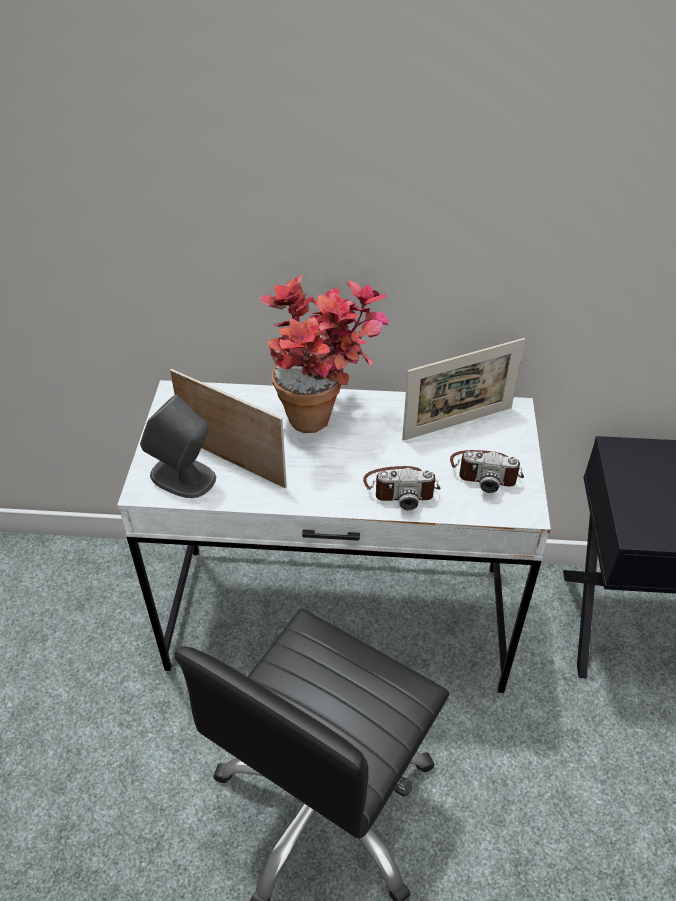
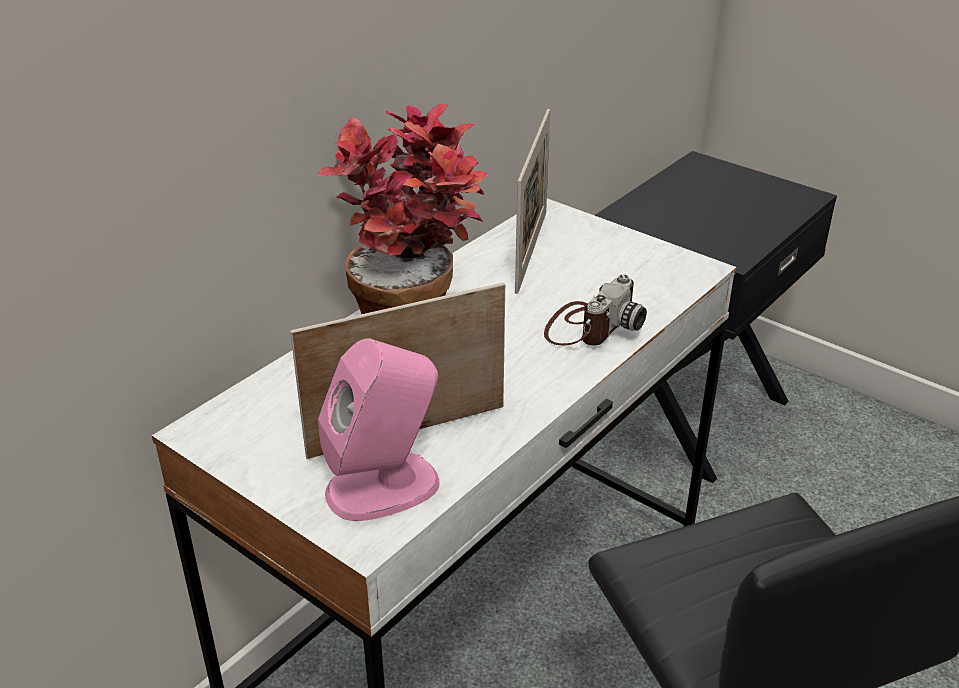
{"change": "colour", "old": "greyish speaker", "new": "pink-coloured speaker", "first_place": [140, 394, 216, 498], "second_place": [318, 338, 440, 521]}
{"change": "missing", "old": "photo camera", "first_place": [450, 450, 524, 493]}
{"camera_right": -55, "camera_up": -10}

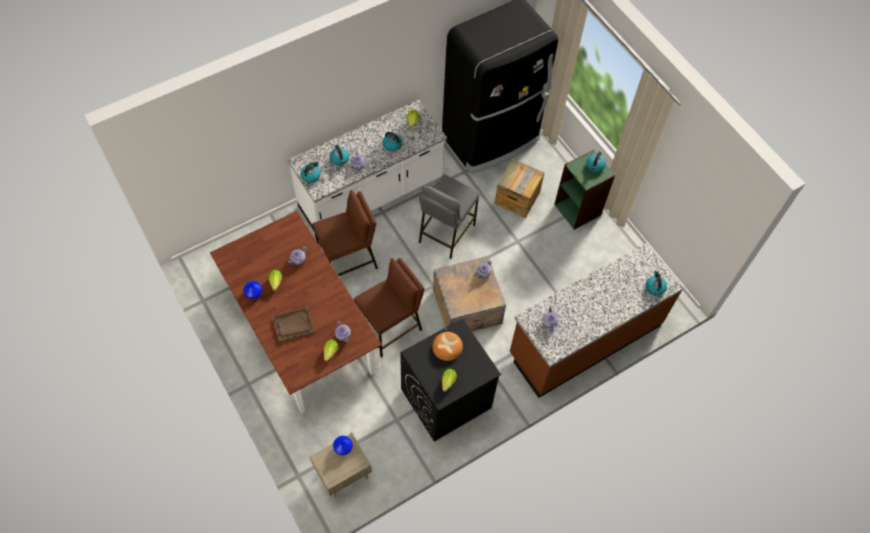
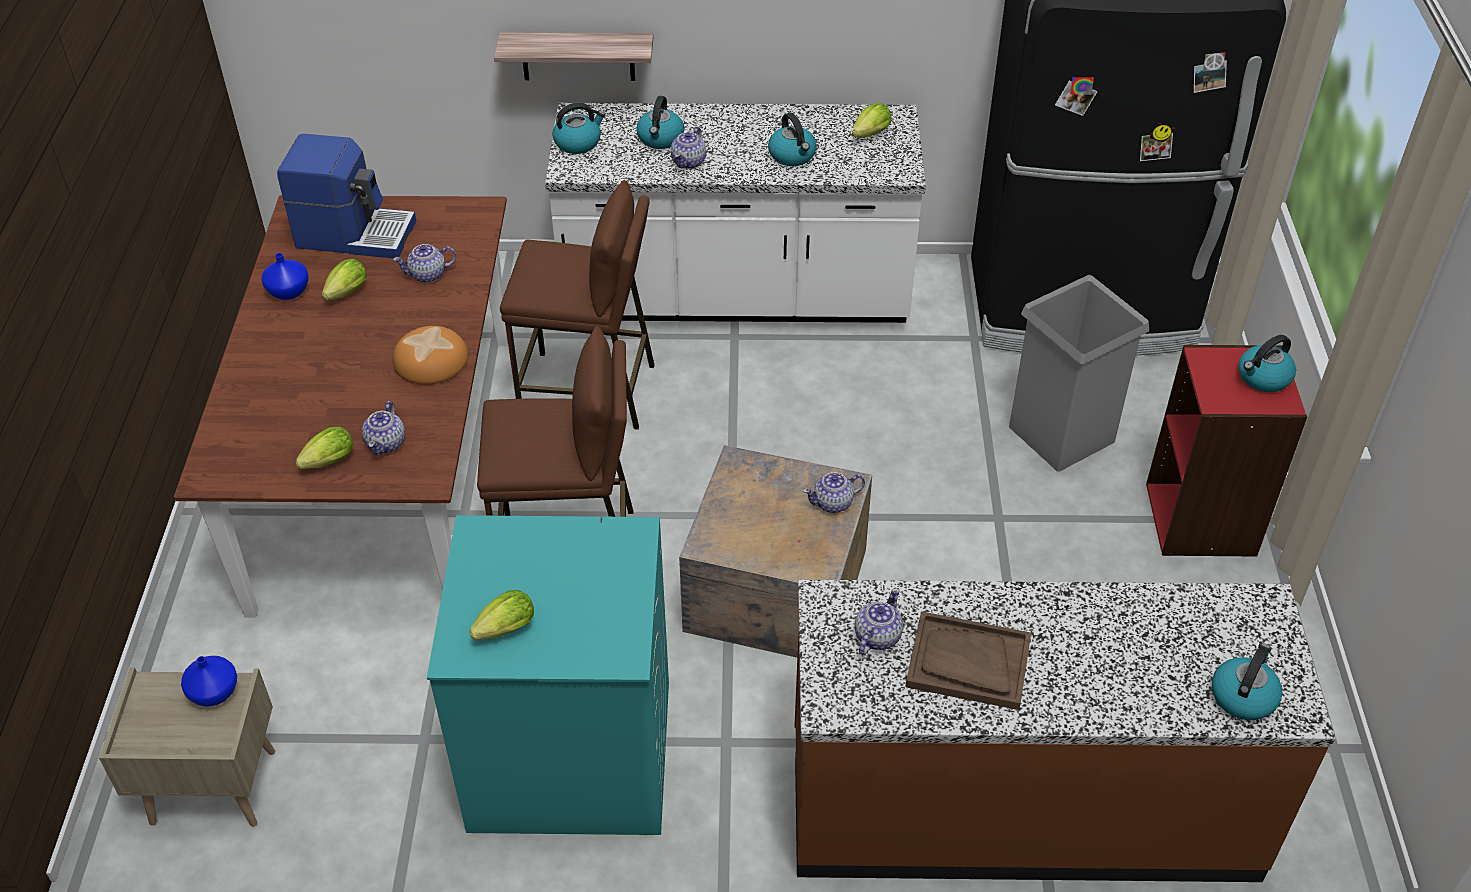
{"change": "colour", "old": "greenish bookcase", "new": "red-coloured bookcase", "first_place": [554, 150, 615, 230], "second_place": [1146, 345, 1307, 556]}
{"change": "exchanged", "old": "shipping crate", "new": "greyish trash can", "first_place": [494, 159, 544, 218], "second_place": [1009, 275, 1149, 472]}
{"change": "missing", "old": "greyish stool seat", "first_place": [419, 175, 480, 259]}
{"change": "relocated", "old": "brownish carrying tray", "first_place": [272, 307, 315, 343], "second_place": [905, 611, 1031, 710]}
{"change": "colour", "old": "black-coloured laundry appliance", "new": "turquoise-coloured laundry appliance", "first_place": [400, 318, 501, 442], "second_place": [427, 515, 669, 835]}
{"change": "relocated", "old": "baked bread", "first_place": [432, 332, 463, 361], "second_place": [393, 326, 468, 385]}
{"change": "appeared", "new": "wall shelf", "second_place": [494, 32, 653, 81]}
{"change": "appeared", "new": "coffee machine", "second_place": [277, 134, 416, 258]}
{"camera_right": 35, "camera_up": -15}

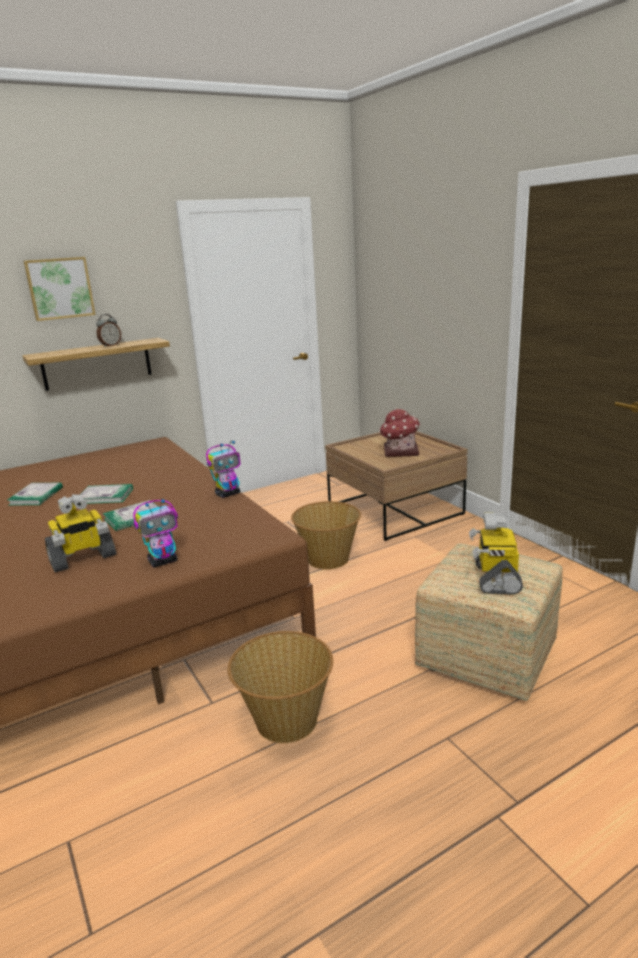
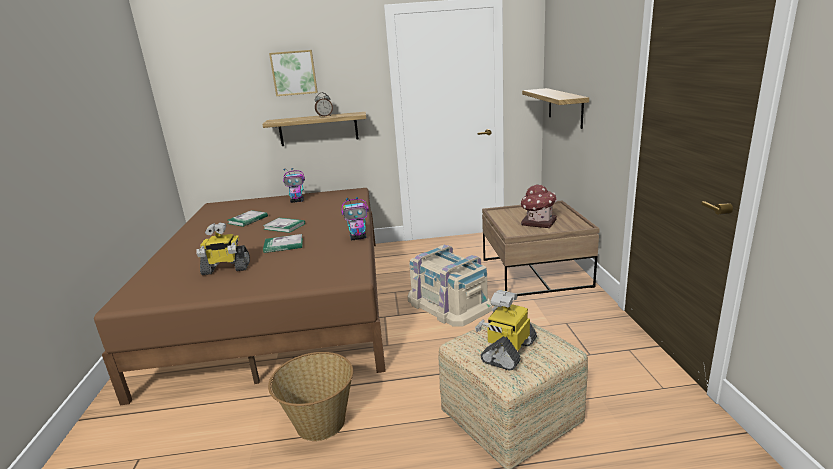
{"change": "relocated", "old": "robot figure", "first_place": [133, 498, 178, 567], "second_place": [283, 168, 305, 203]}
{"change": "exchanged", "old": "storage basket", "new": "beige storage bin", "first_place": [291, 501, 361, 570], "second_place": [408, 245, 492, 326]}
{"change": "appeared", "new": "wall shelf", "second_place": [522, 88, 589, 129]}
{"camera_right": 25, "camera_up": 0}

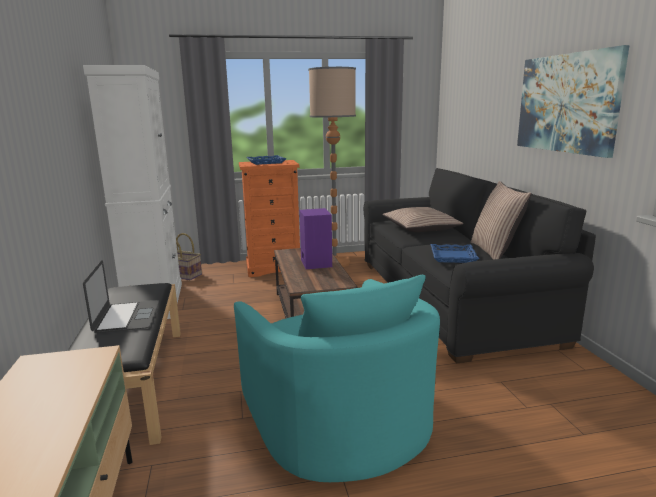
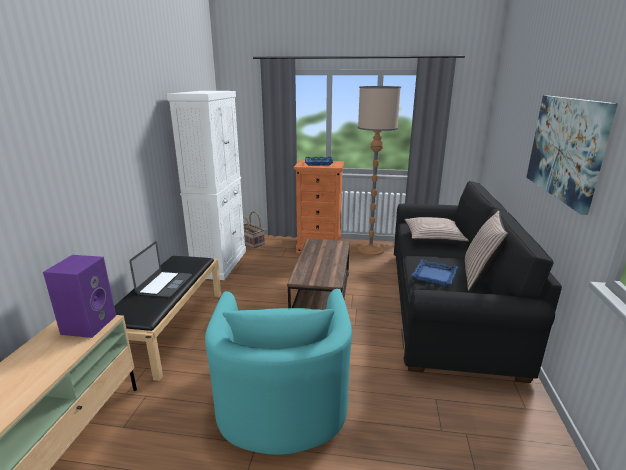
{"change": "relocated", "old": "purple speaker", "first_place": [299, 208, 332, 269], "second_place": [43, 255, 116, 338]}
{"camera_right": 20, "camera_up": 5}

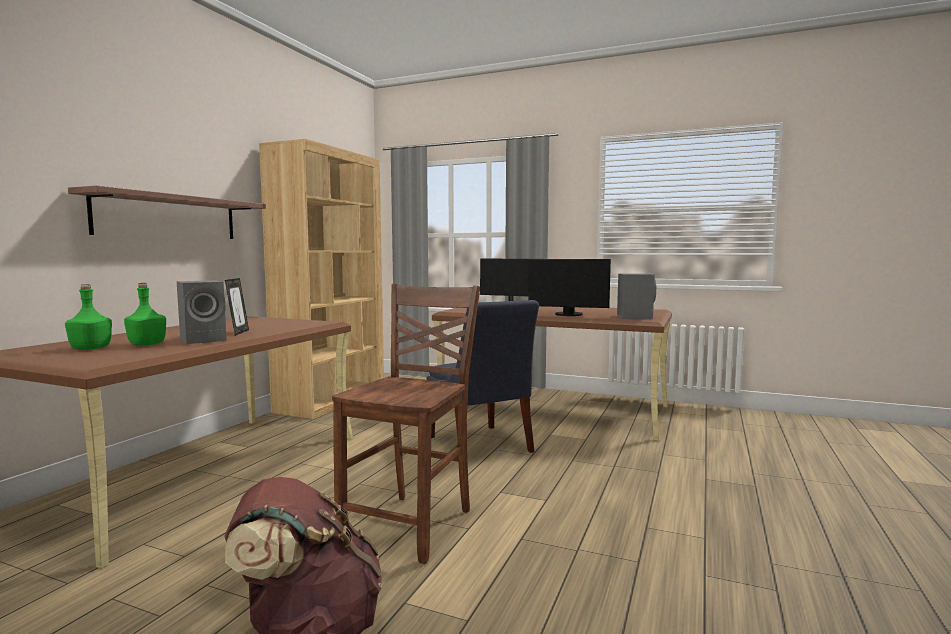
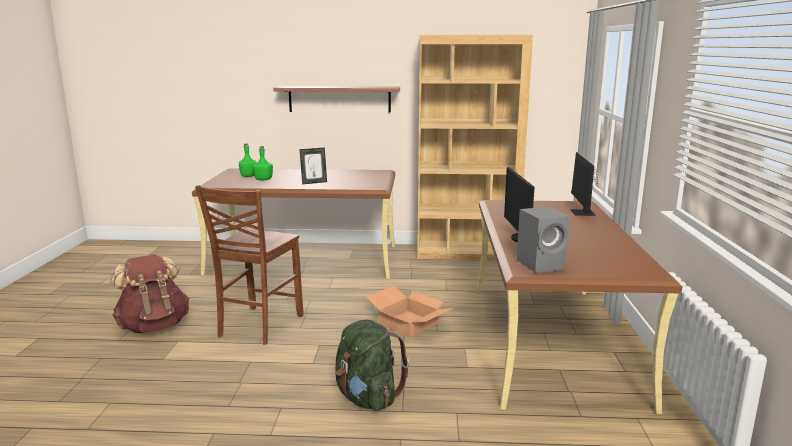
{"change": "missing", "old": "greyish speaker", "first_place": [177, 280, 227, 344]}
{"change": "spun", "old": "brownish plain chair", "first_place": [332, 284, 480, 564], "second_place": [195, 185, 303, 345], "degrees": 105}
{"change": "exchanged", "old": "blue plain chair", "new": "cardboard box", "first_place": [426, 300, 539, 453], "second_place": [366, 286, 453, 338]}
{"change": "appeared", "new": "greenish backpack", "second_place": [336, 320, 409, 411]}
{"camera_right": 70, "camera_up": 10}

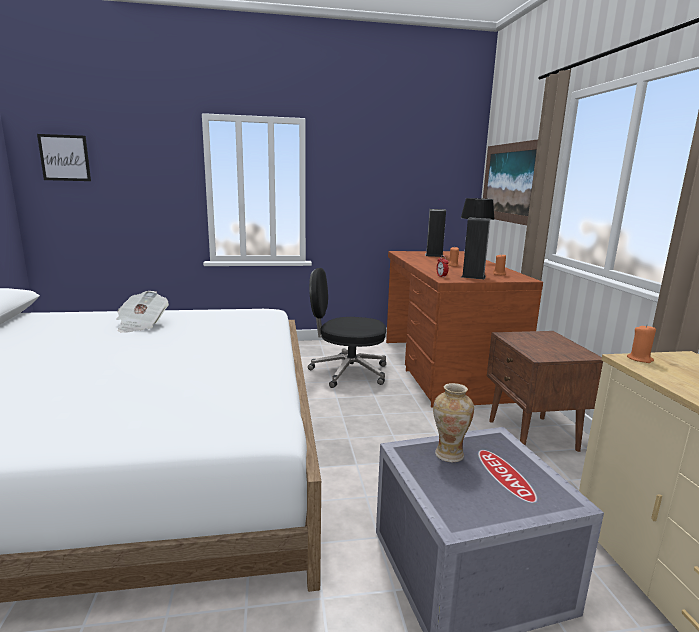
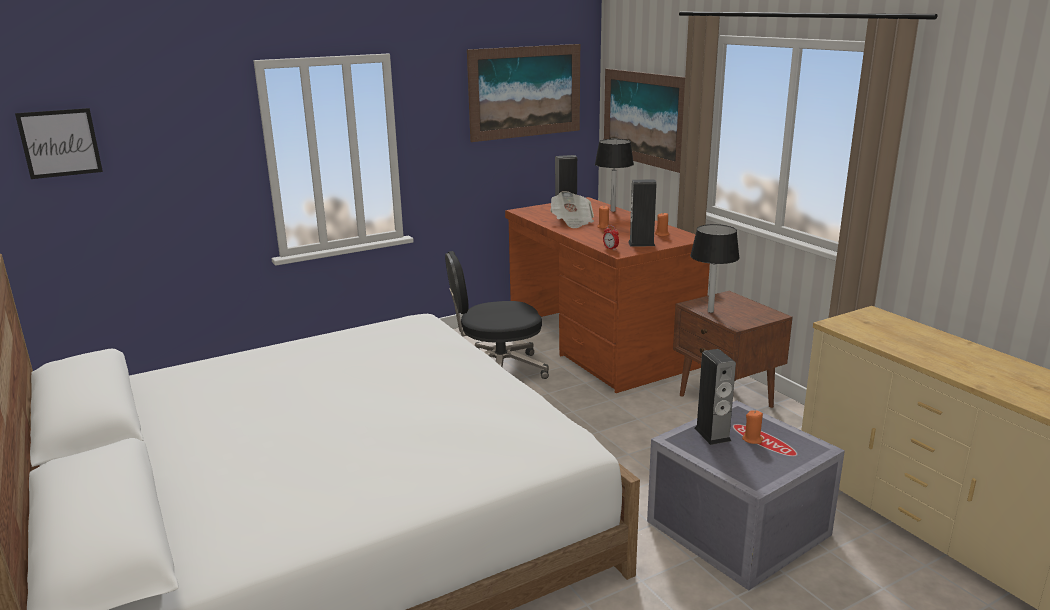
{"change": "relocated", "old": "newspaper", "first_place": [116, 291, 169, 333], "second_place": [550, 191, 594, 228]}
{"change": "relocated", "old": "orange-coloured wax light", "first_place": [627, 324, 656, 363], "second_place": [742, 410, 764, 444]}
{"change": "exchanged", "old": "decorative vase", "new": "speaker", "first_place": [433, 383, 474, 462], "second_place": [695, 349, 736, 445]}
{"change": "appeared", "new": "wall picture", "second_place": [467, 44, 580, 142]}
{"change": "appeared", "new": "black-coloured table lamp", "second_place": [690, 224, 740, 313]}
{"camera_right": -20, "camera_up": 5}

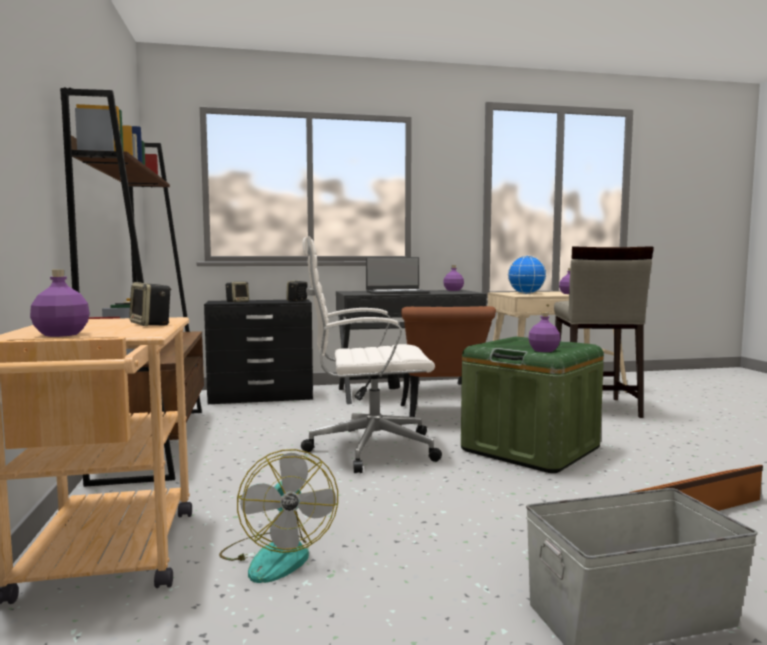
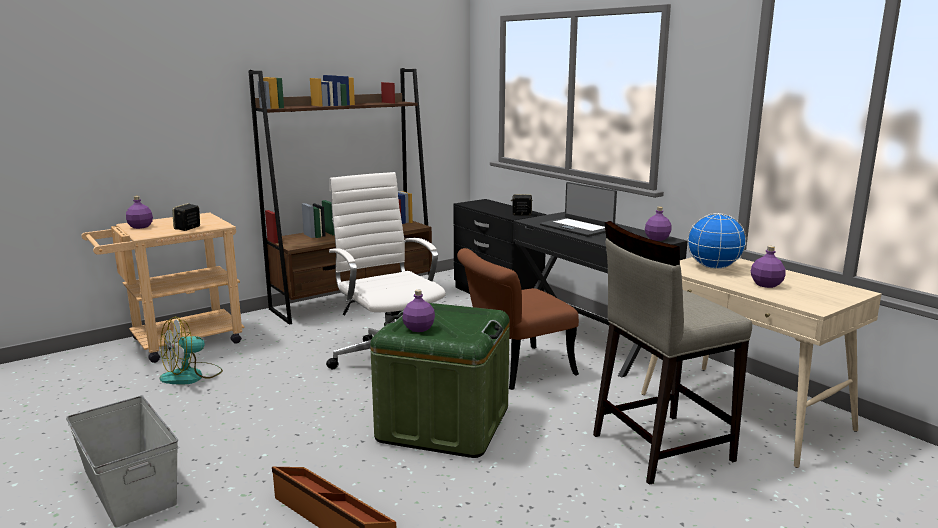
{"change": "missing", "old": "speaker", "first_place": [226, 282, 249, 302]}
{"camera_right": 65, "camera_up": 10}

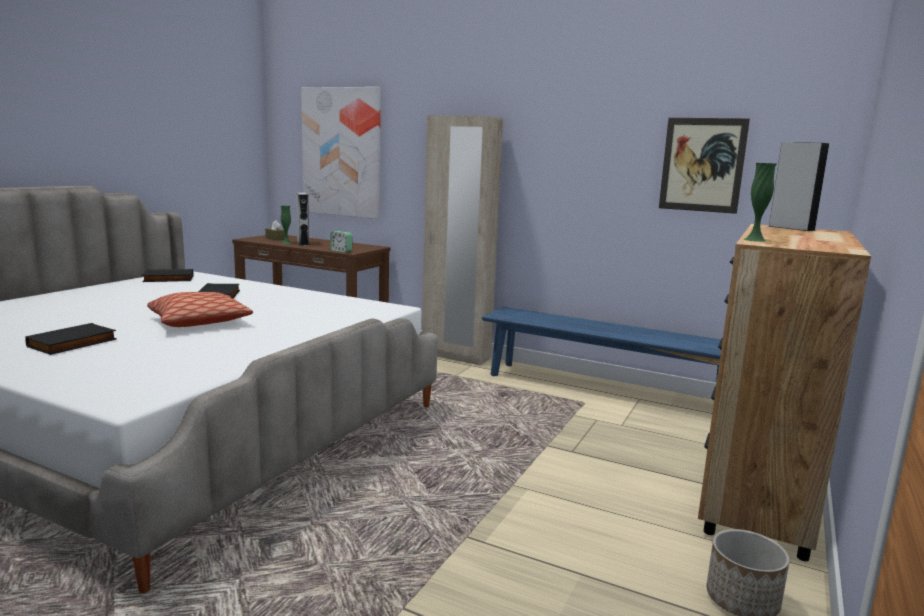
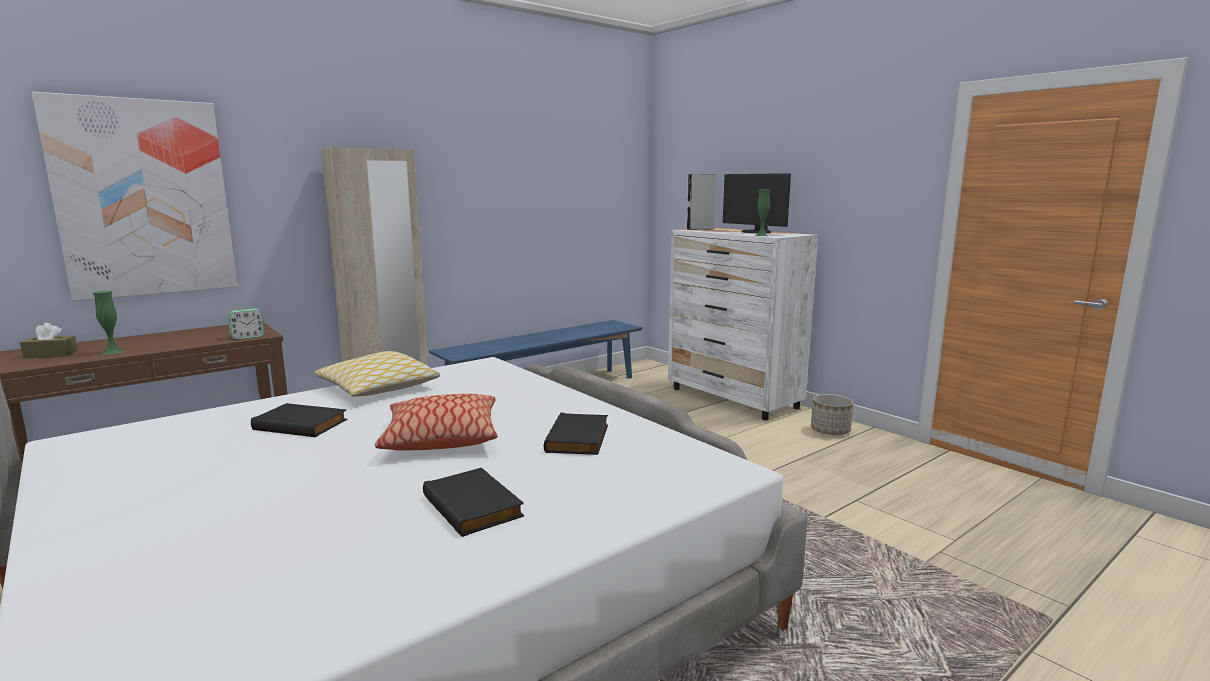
{"change": "missing", "old": "wall picture", "first_place": [659, 118, 750, 214]}
{"change": "missing", "old": "greyish speaker", "first_place": [296, 193, 309, 245]}
{"change": "colour", "old": "brownish dresser", "new": "white-coloured dresser", "first_place": [698, 224, 871, 561], "second_place": [668, 228, 818, 420]}
{"change": "relocated", "old": "black-coloured volume", "first_place": [142, 269, 193, 282], "second_place": [544, 413, 608, 455]}
{"change": "appeared", "new": "computer display", "second_place": [723, 173, 791, 233]}
{"change": "appeared", "new": "cushion", "second_place": [314, 351, 440, 397]}
{"camera_right": -65, "camera_up": 0}

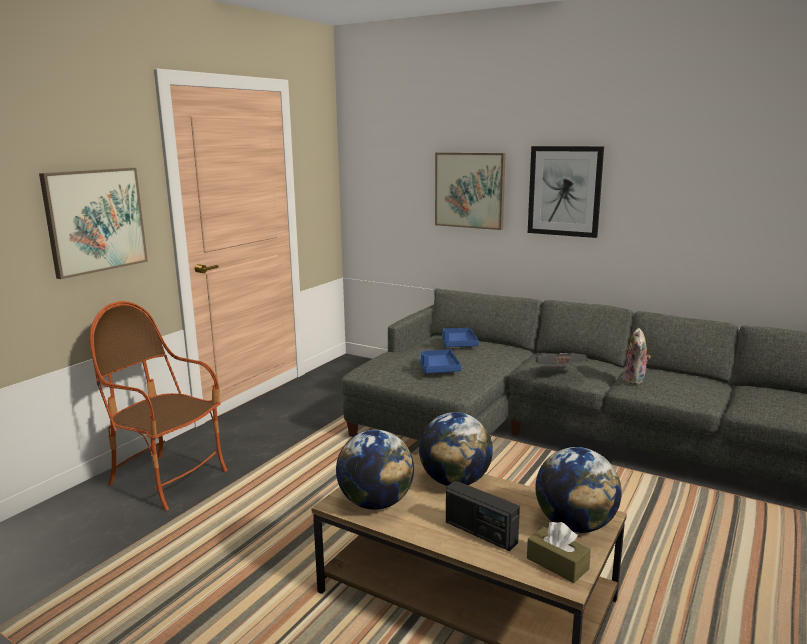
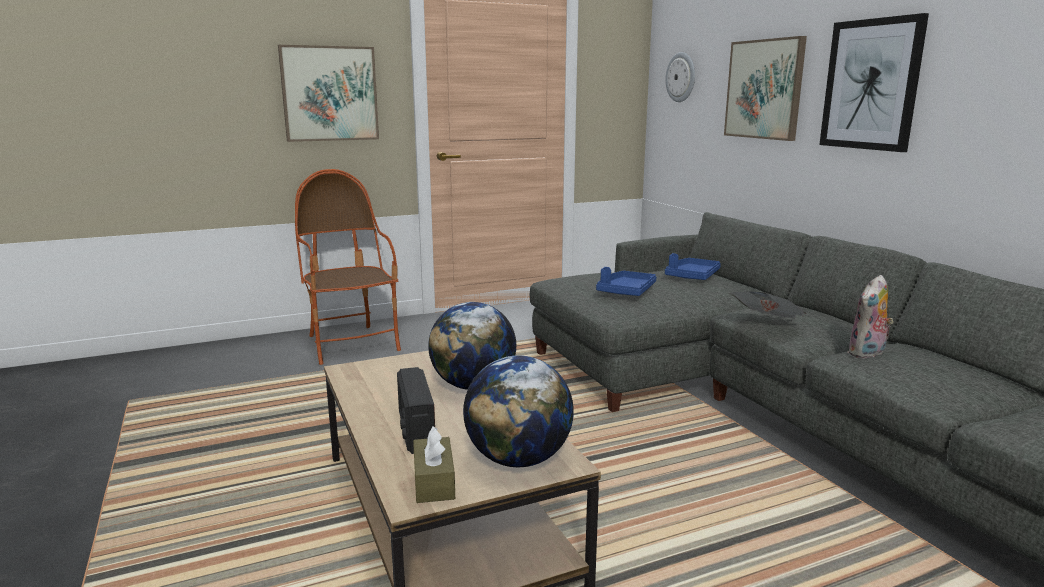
{"change": "missing", "old": "desk globe", "first_place": [336, 430, 414, 510]}
{"change": "appeared", "new": "wall clock", "second_place": [665, 52, 695, 102]}
{"camera_right": 35, "camera_up": 0}

